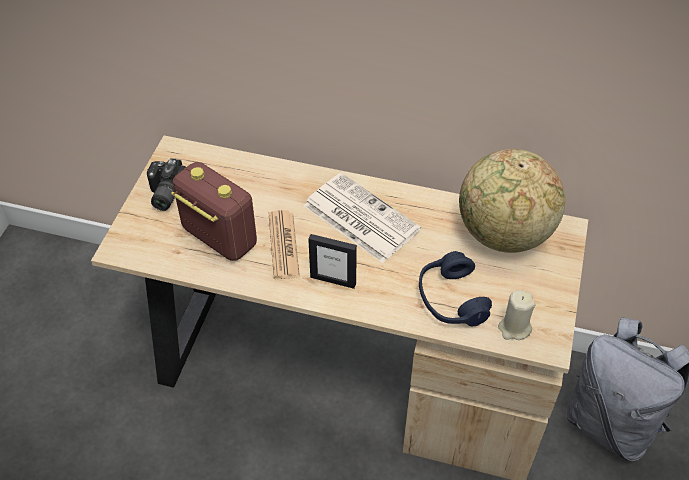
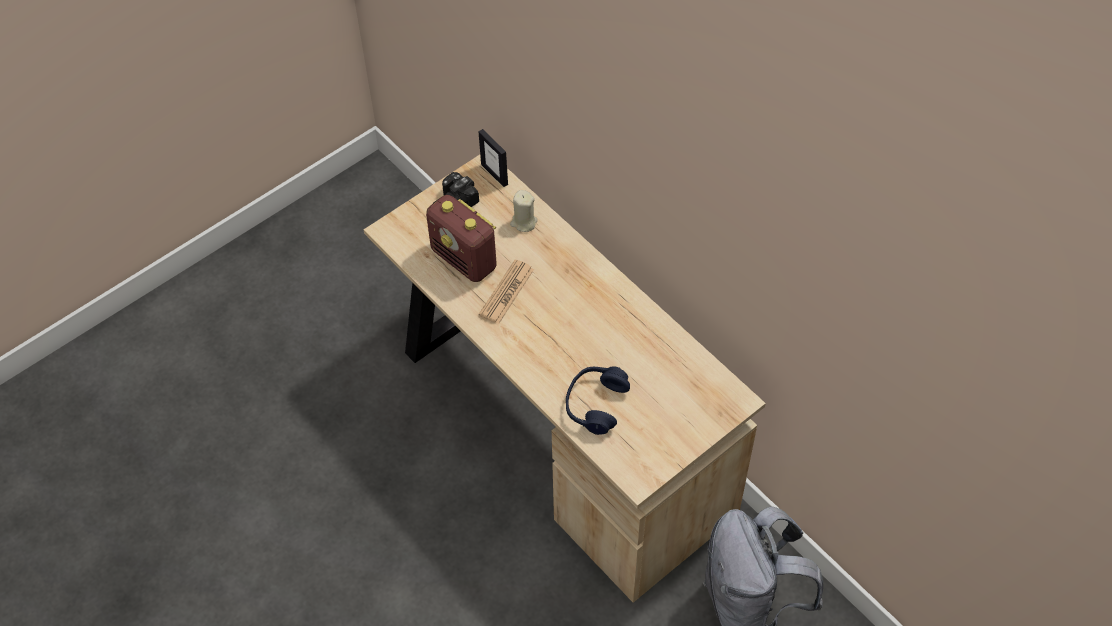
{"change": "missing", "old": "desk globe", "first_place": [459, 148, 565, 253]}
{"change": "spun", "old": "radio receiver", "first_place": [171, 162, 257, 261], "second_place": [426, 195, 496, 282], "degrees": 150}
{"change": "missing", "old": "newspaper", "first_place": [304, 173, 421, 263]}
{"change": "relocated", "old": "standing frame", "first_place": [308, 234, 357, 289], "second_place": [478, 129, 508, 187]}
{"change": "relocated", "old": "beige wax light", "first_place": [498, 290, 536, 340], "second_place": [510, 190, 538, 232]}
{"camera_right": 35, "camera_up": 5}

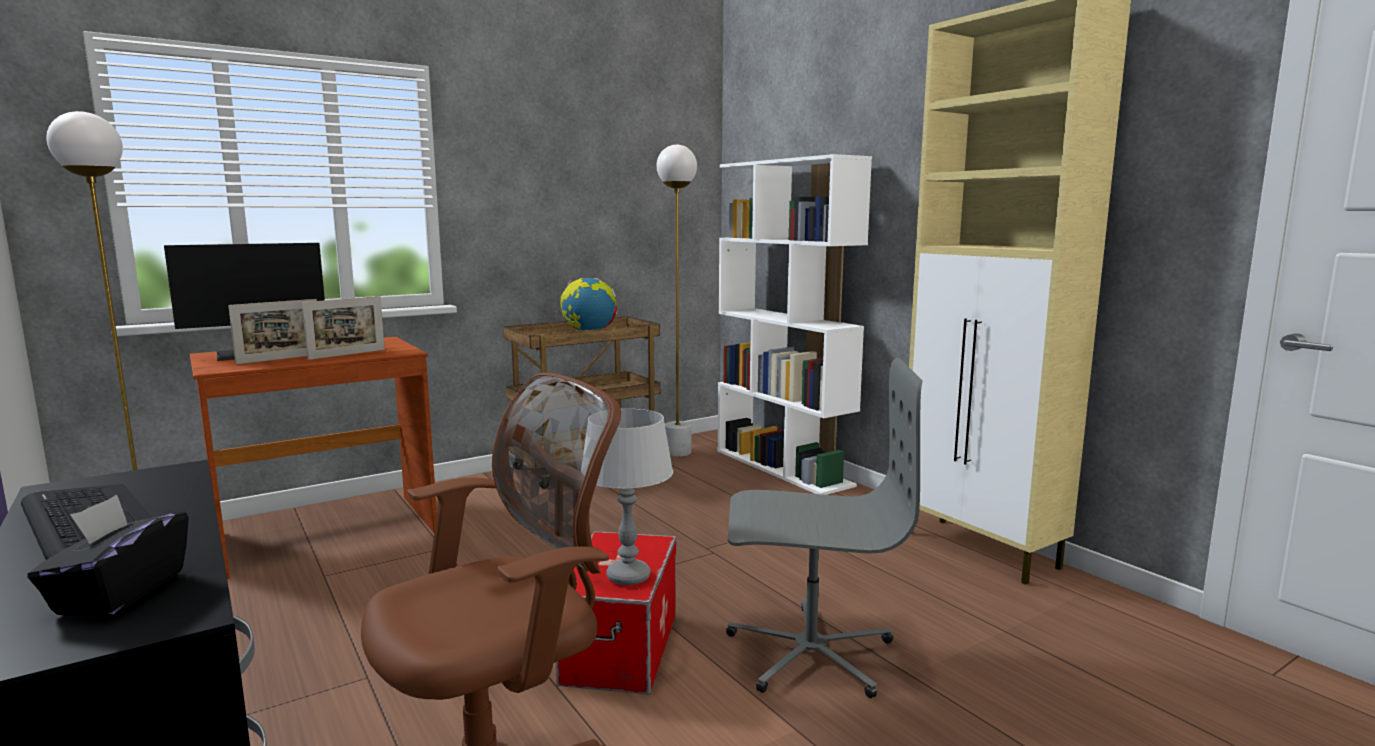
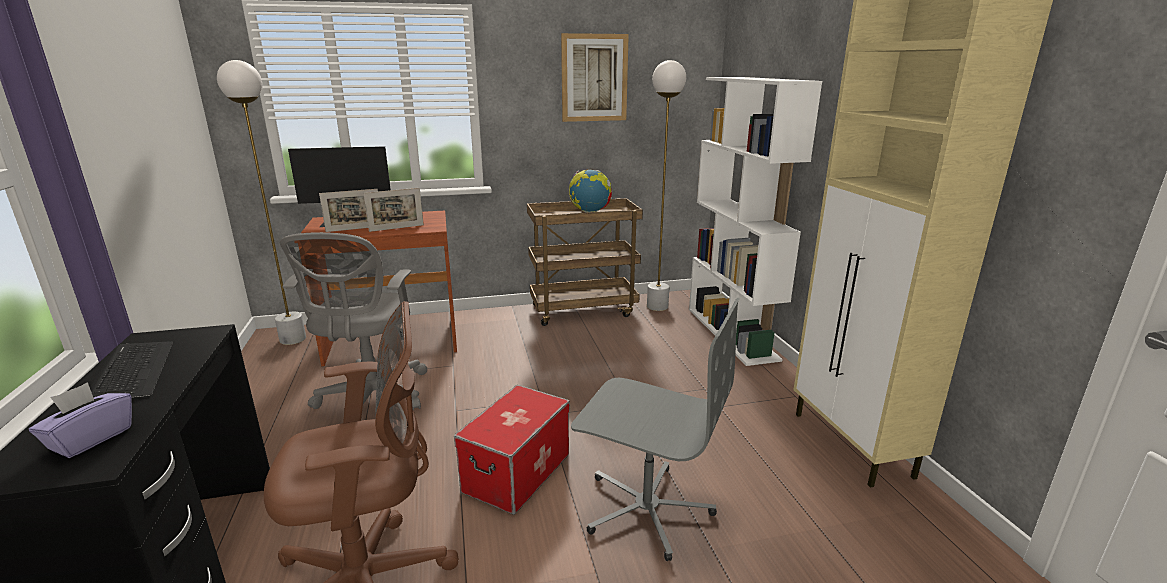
{"change": "missing", "old": "greyish table lamp", "first_place": [584, 409, 673, 586]}
{"change": "colour", "old": "black-coloured tissue box", "new": "purple tissue box", "first_place": [27, 495, 189, 617], "second_place": [29, 382, 132, 458]}
{"change": "appeared", "new": "wall picture", "second_place": [561, 33, 629, 122]}
{"change": "appeared", "new": "greyish computer chair", "second_place": [280, 232, 427, 410]}
{"camera_right": 20, "camera_up": 10}

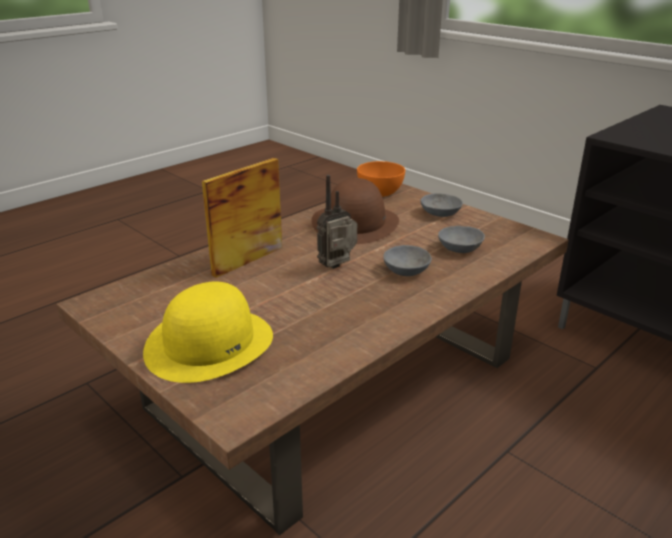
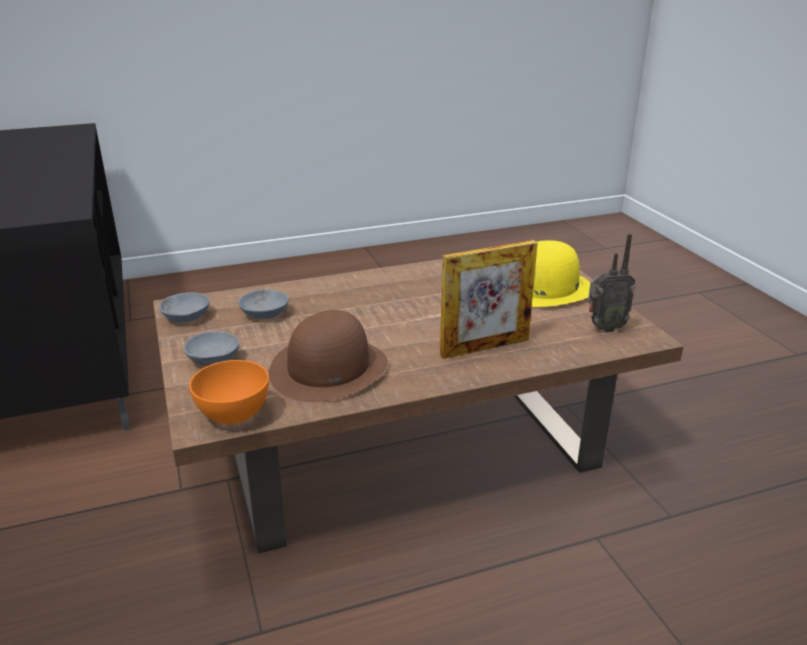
{"change": "relocated", "old": "radio receiver", "first_place": [317, 175, 357, 269], "second_place": [588, 233, 635, 332]}
{"change": "relocated", "old": "greyish bowl", "first_place": [383, 245, 432, 276], "second_place": [159, 292, 210, 322]}
{"camera_right": -155, "camera_up": 0}

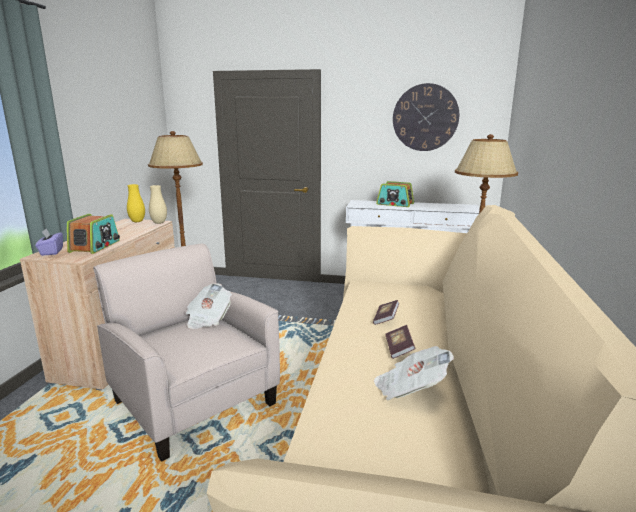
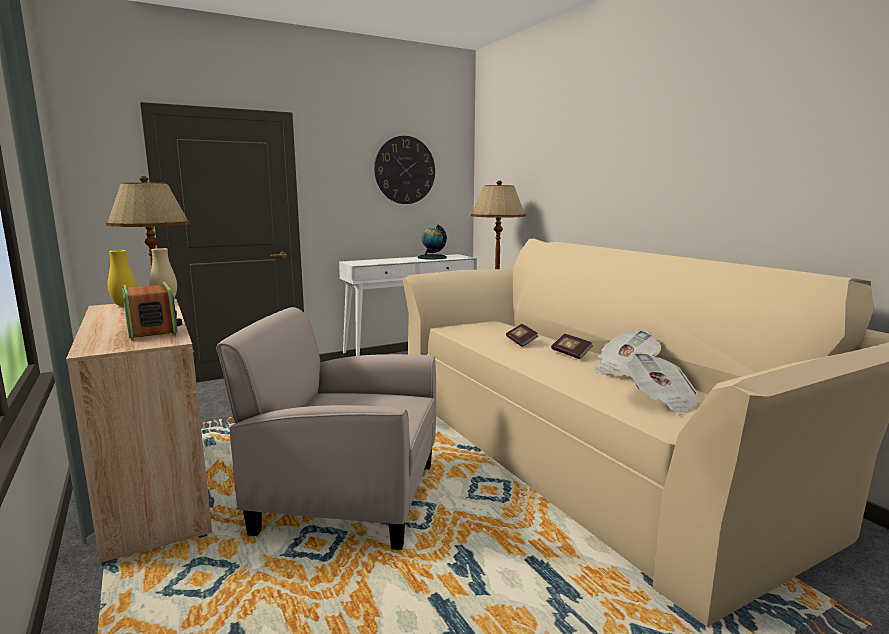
{"change": "missing", "old": "radio receiver", "first_place": [376, 181, 414, 207]}
{"change": "missing", "old": "purple tissue box", "first_place": [35, 229, 63, 256]}
{"change": "relocated", "old": "newspaper", "first_place": [185, 283, 232, 329], "second_place": [627, 352, 701, 415]}
{"change": "appeared", "new": "desk globe", "second_place": [418, 225, 447, 260]}
{"camera_right": -40, "camera_up": -5}

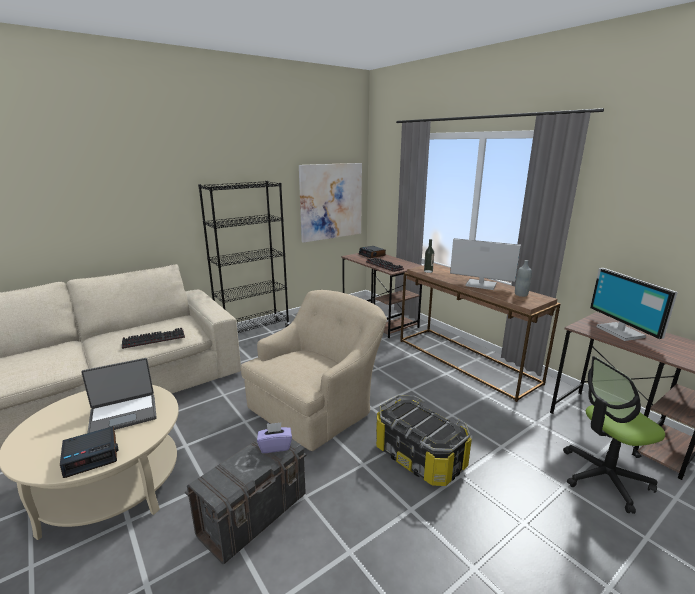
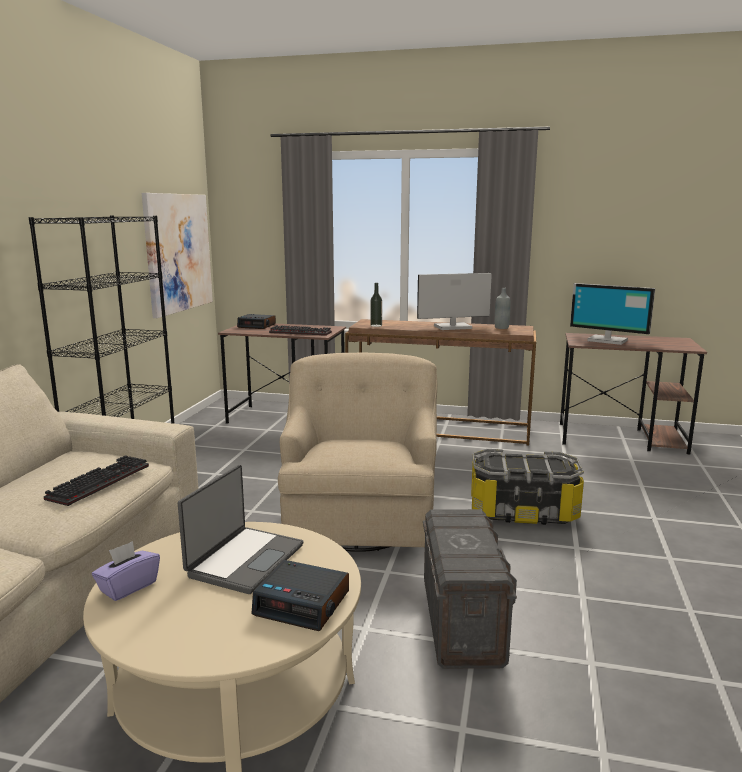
{"change": "missing", "old": "computer chair", "first_place": [563, 356, 665, 514]}
{"change": "relocated", "old": "purple tissue box", "first_place": [257, 422, 292, 453], "second_place": [92, 541, 160, 601]}
{"change": "spun", "old": "alarm clock", "first_place": [60, 426, 119, 478], "second_place": [251, 560, 349, 631], "degrees": 90}
{"camera_right": -40, "camera_up": -5}

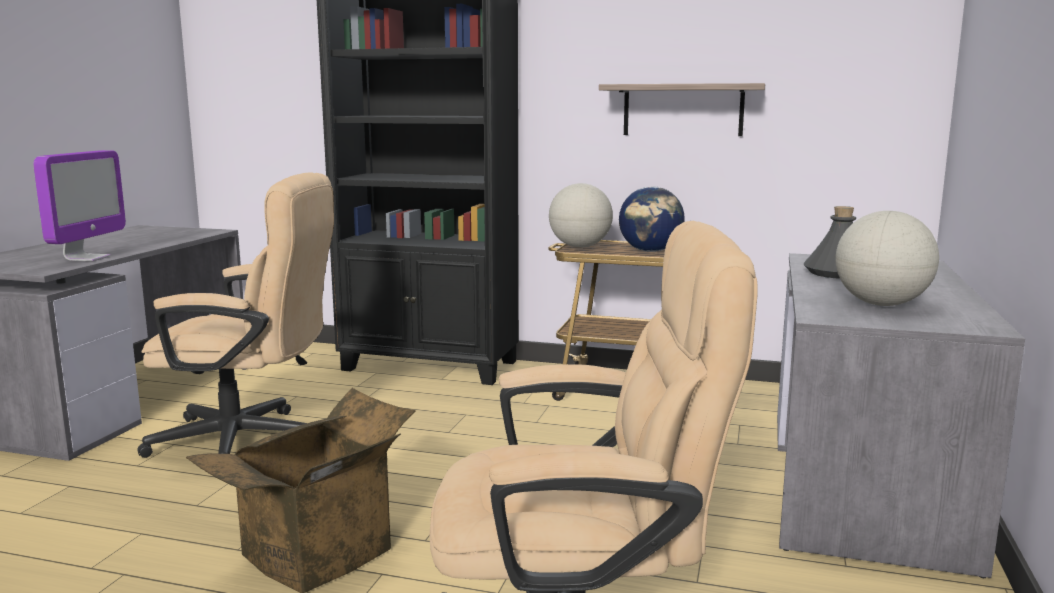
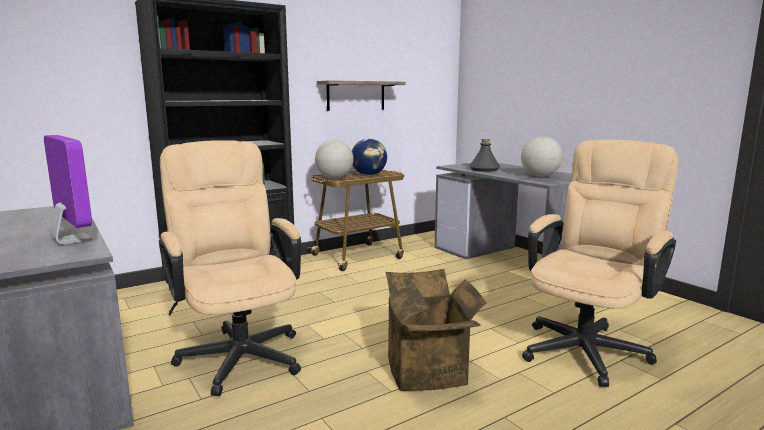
{"change": "spun", "old": "beige computer chair", "first_place": [137, 172, 334, 458], "second_place": [159, 140, 301, 396], "degrees": -75}
{"camera_right": -50, "camera_up": 0}

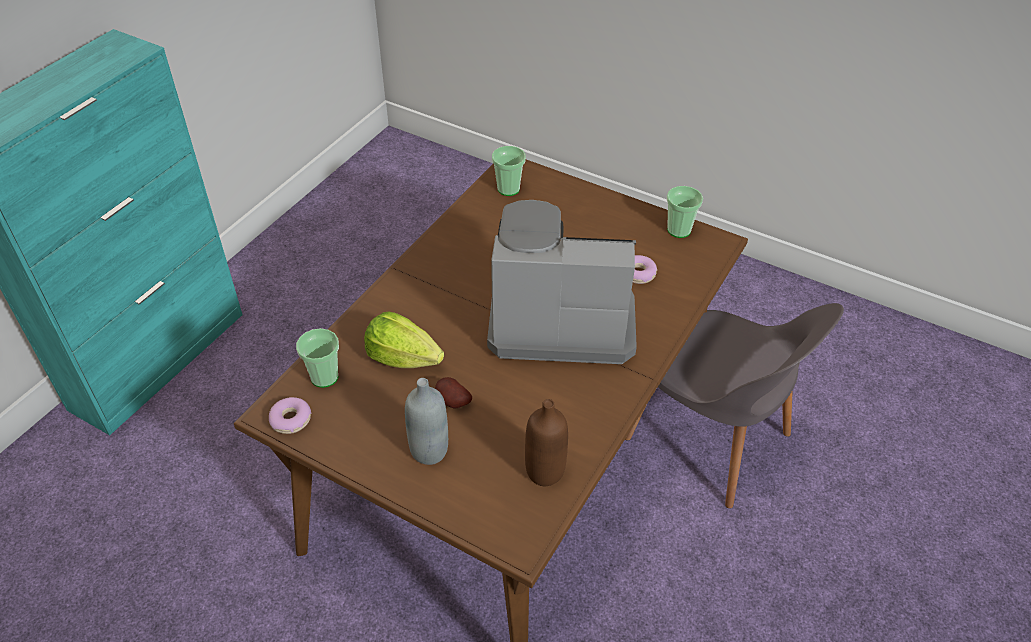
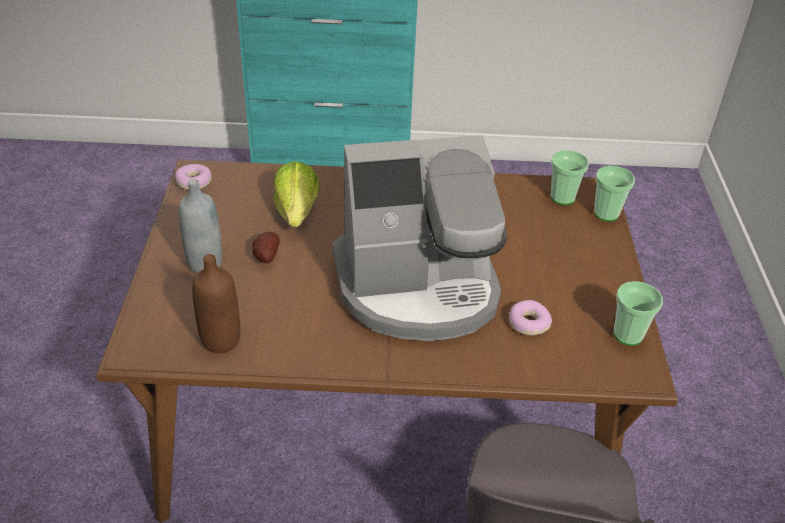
{"change": "spun", "old": "coffee machine", "first_place": [487, 200, 637, 364], "second_place": [332, 135, 508, 341], "degrees": 105}
{"change": "relocated", "old": "cup", "first_place": [296, 328, 339, 388], "second_place": [594, 166, 635, 221]}
{"camera_right": 60, "camera_up": -5}

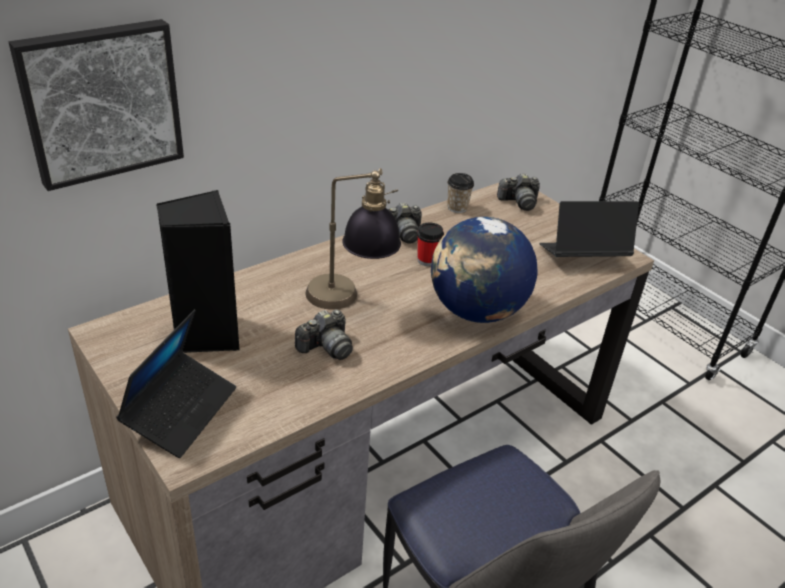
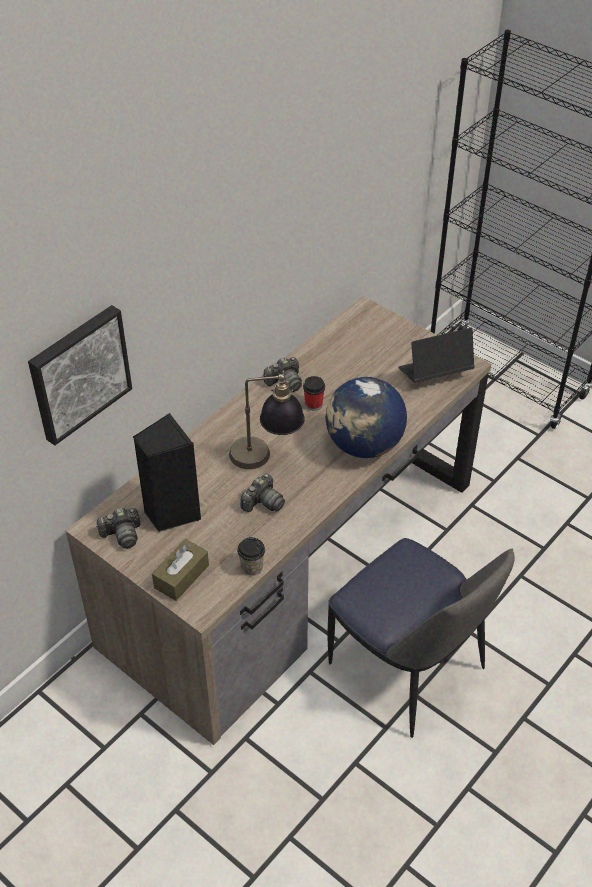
{"change": "relocated", "old": "cup", "first_place": [447, 173, 474, 213], "second_place": [237, 537, 265, 576]}
{"change": "relocated", "old": "photo camera", "first_place": [497, 173, 540, 211], "second_place": [96, 508, 141, 549]}
{"change": "exchanged", "old": "portable computer", "new": "brownish tissue box", "first_place": [116, 310, 236, 458], "second_place": [152, 539, 209, 601]}
{"camera_right": -10, "camera_up": 10}

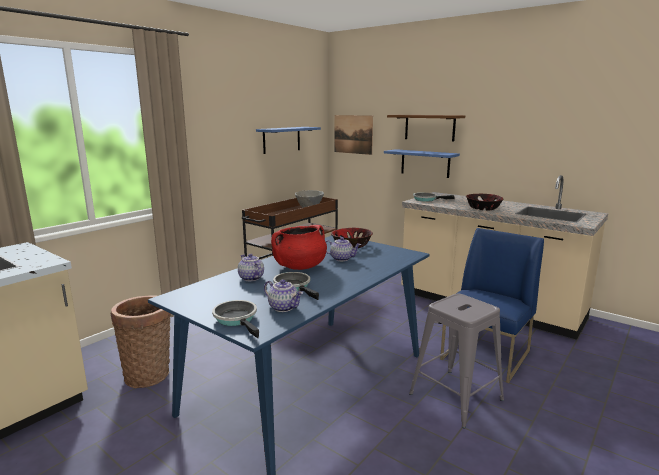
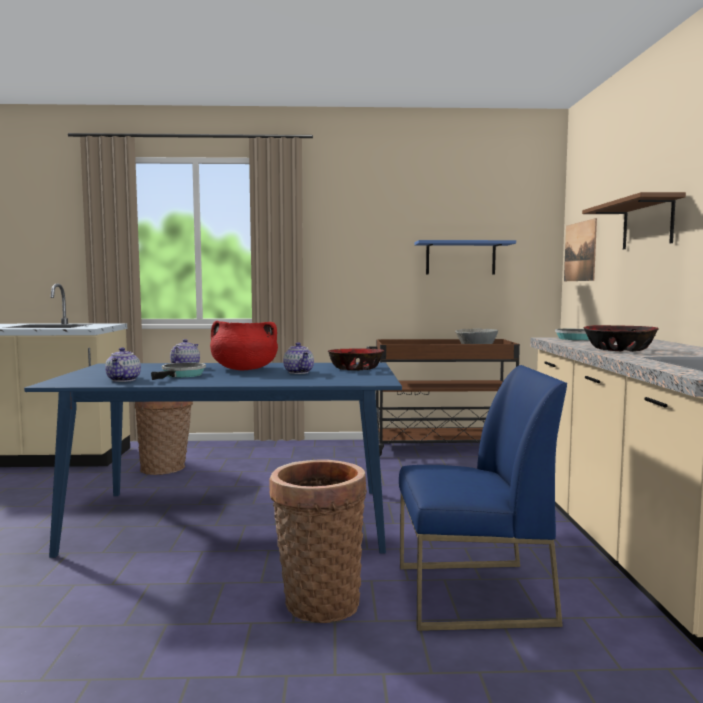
{"change": "missing", "old": "blue wall shelf", "first_place": [384, 149, 460, 178]}
{"change": "exchanged", "old": "greyish stool seat", "new": "storage basket", "first_place": [409, 293, 504, 428], "second_place": [269, 459, 367, 623]}
{"change": "missing", "old": "skillet", "first_place": [212, 300, 259, 338]}
{"camera_right": 50, "camera_up": -10}

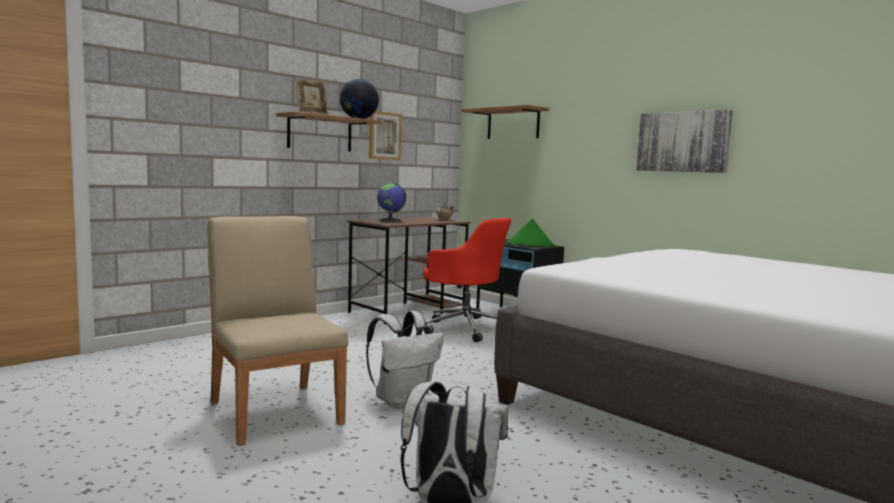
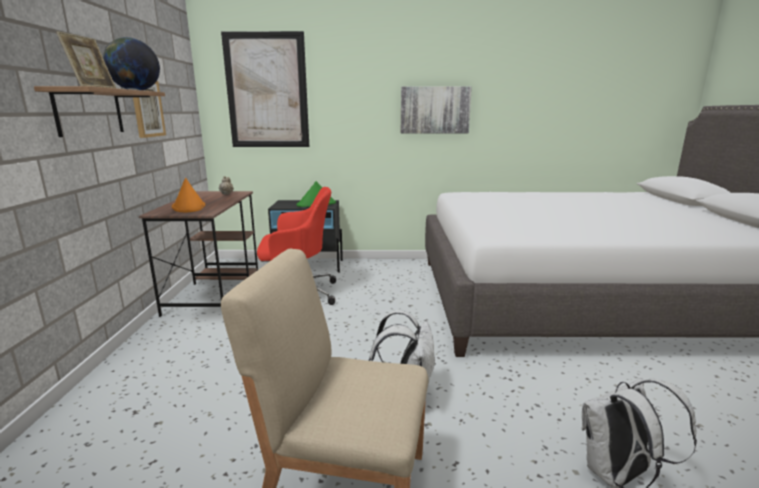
{"change": "exchanged", "old": "wall shelf", "new": "wall picture", "first_place": [462, 105, 549, 139], "second_place": [221, 31, 309, 147]}
{"change": "exchanged", "old": "desk globe", "new": "orange-coloured clothing hat", "first_place": [377, 183, 406, 222], "second_place": [172, 178, 205, 212]}
{"camera_right": -45, "camera_up": 10}

